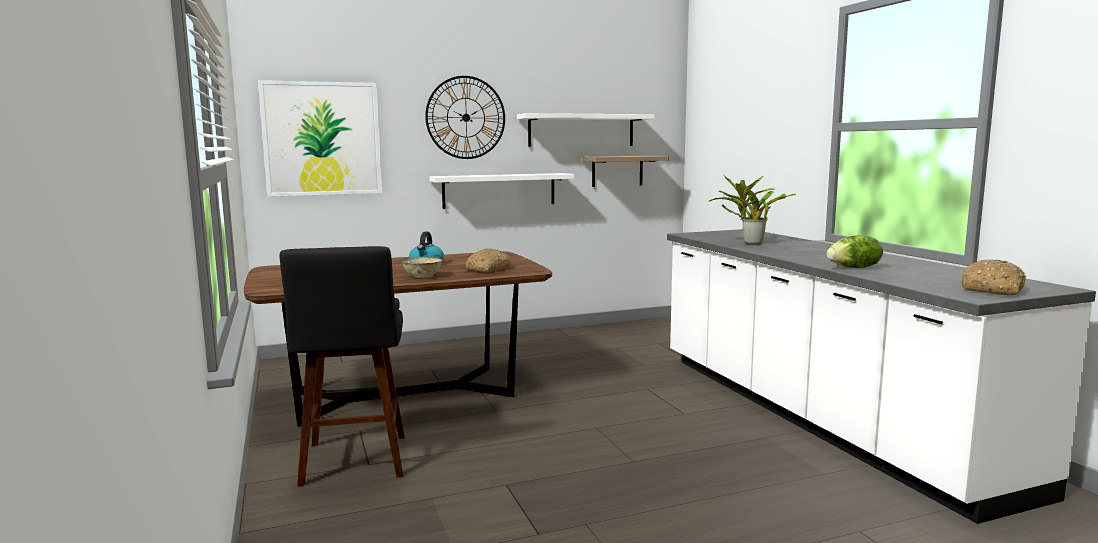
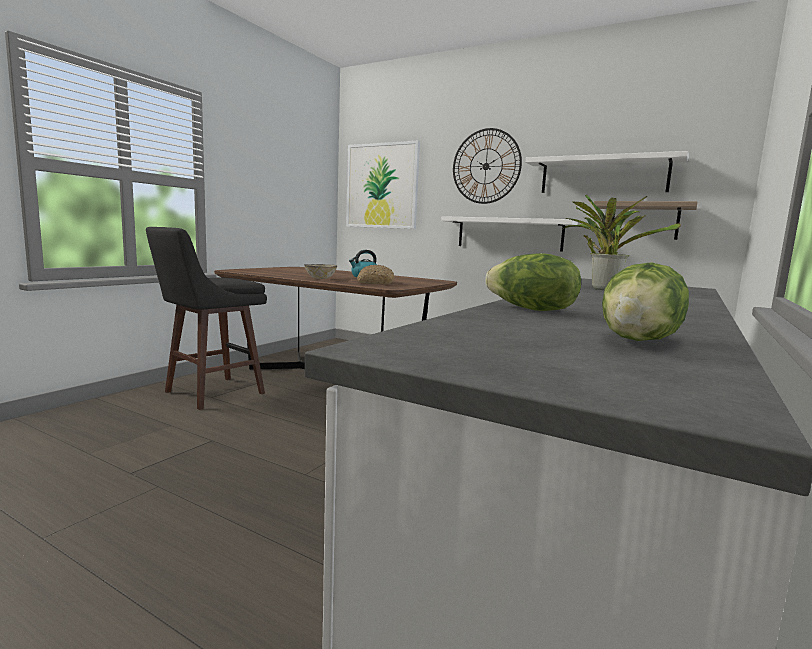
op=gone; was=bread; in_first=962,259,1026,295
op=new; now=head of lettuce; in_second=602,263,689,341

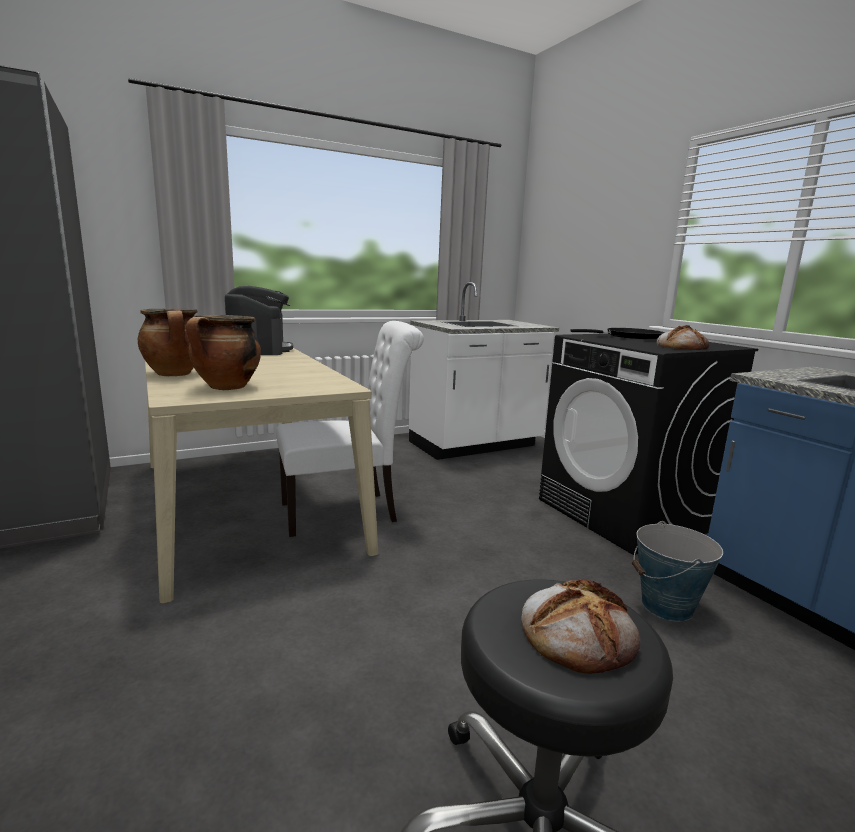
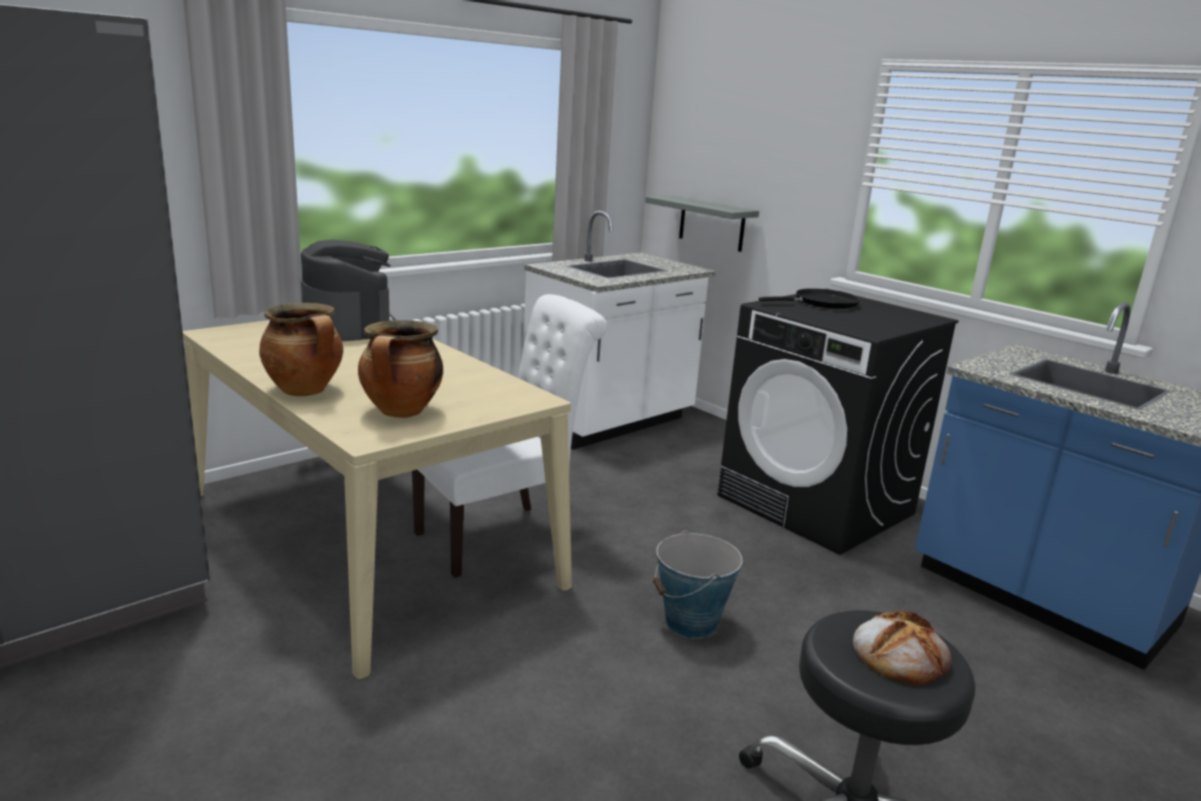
op=shifted; was=pail; in_first=632,521,723,622; in_second=653,530,742,639
op=gone; was=bread; in_first=656,325,709,350
op=new; now=bracket shelf in grey; in_second=645,196,759,252

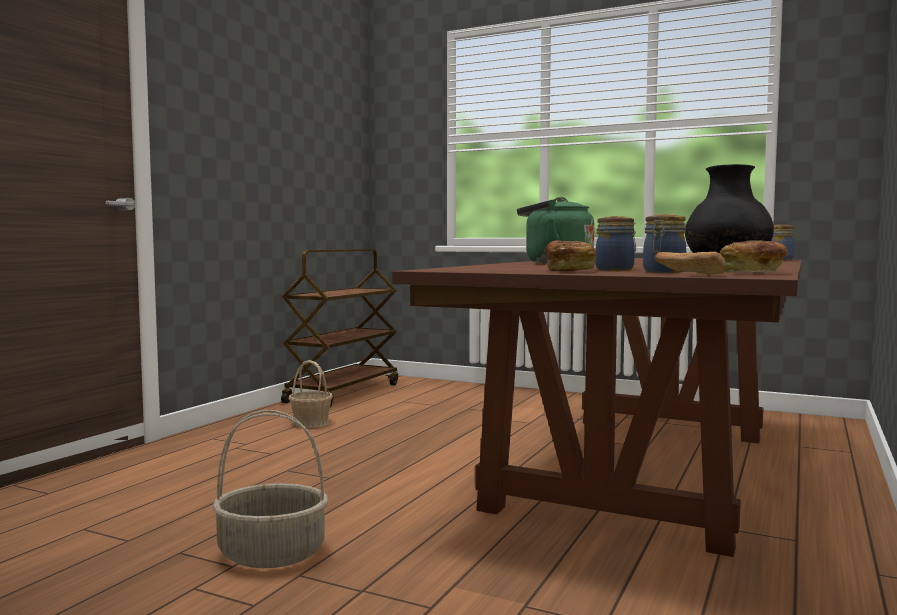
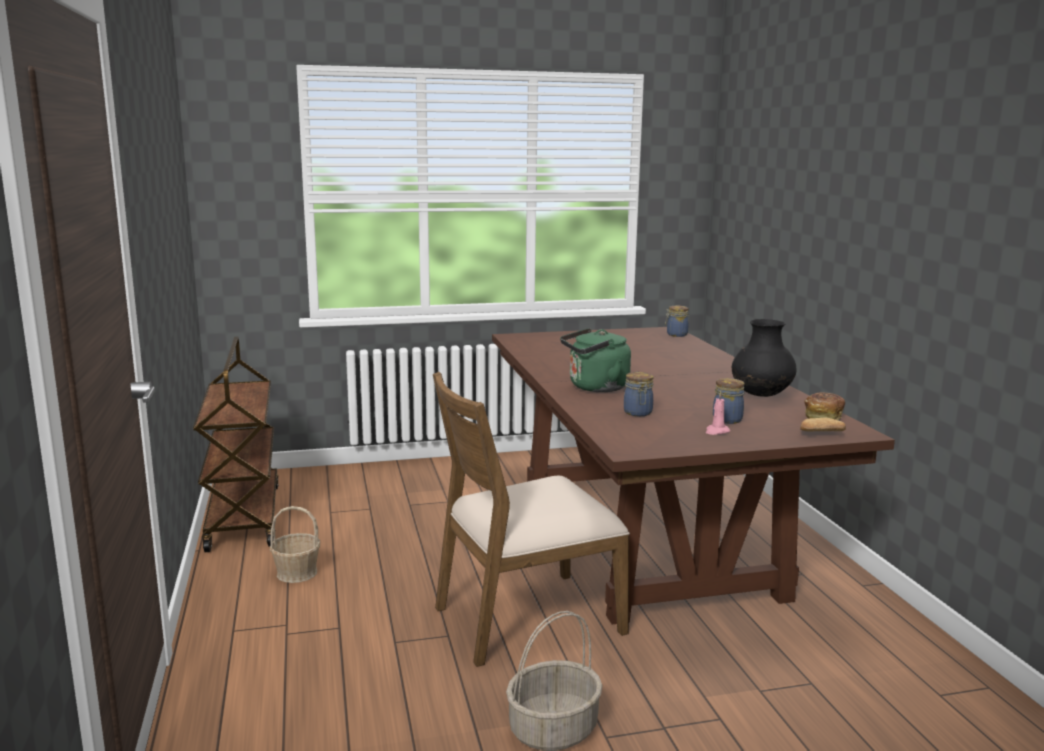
op=swapped; was=bread; now=wax candle in pink-coloured; in_first=545,240,596,271; in_second=706,391,730,435
op=shifted; was=storage jar; in_first=643,214,686,273; in_second=624,372,654,416
op=new; now=upright chair in brownish; in_second=433,372,630,667

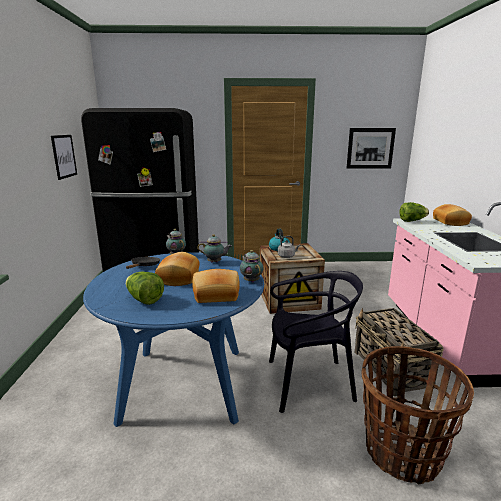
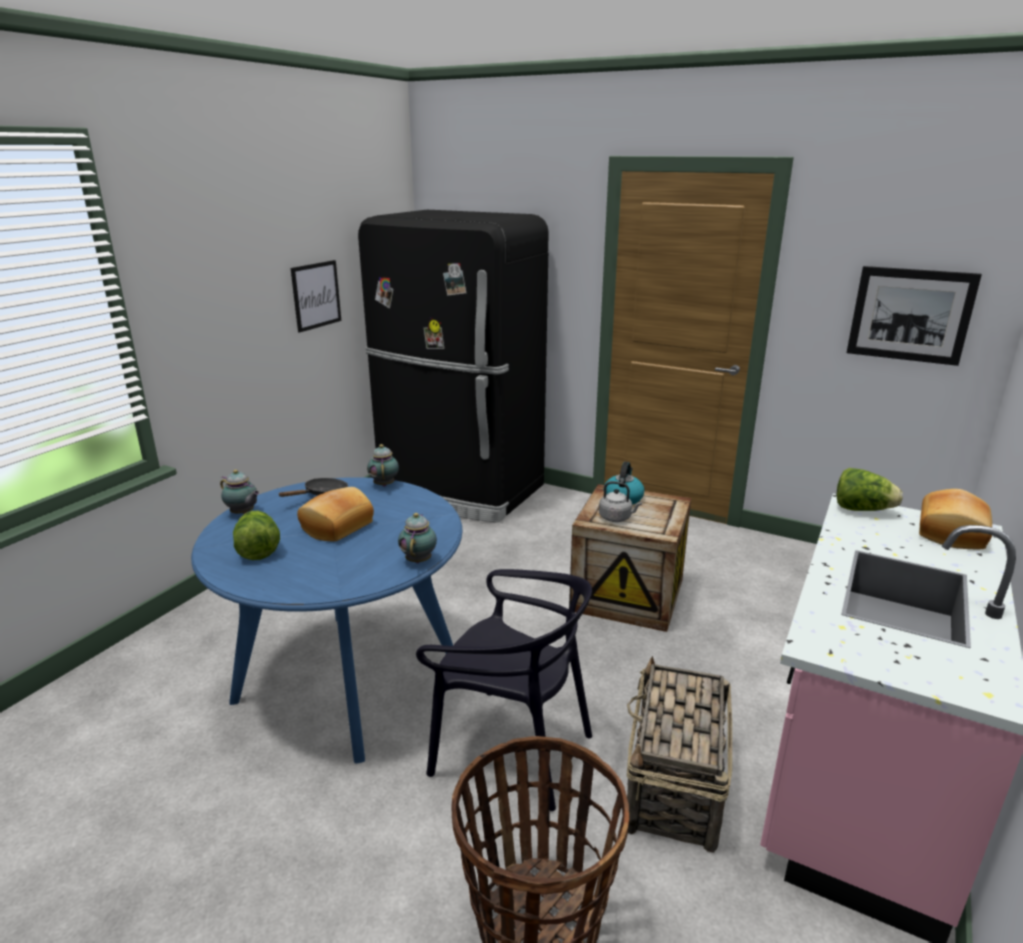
op=gone; was=bread; in_first=192,269,240,303
op=shifted; was=pot for tea; in_first=197,234,232,263; in_second=220,470,260,514

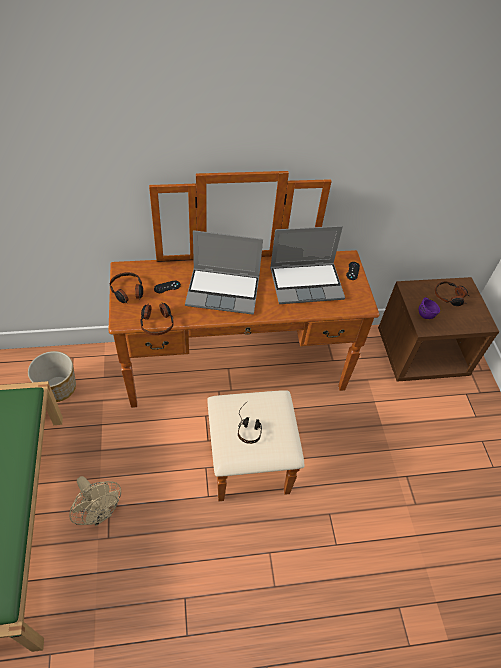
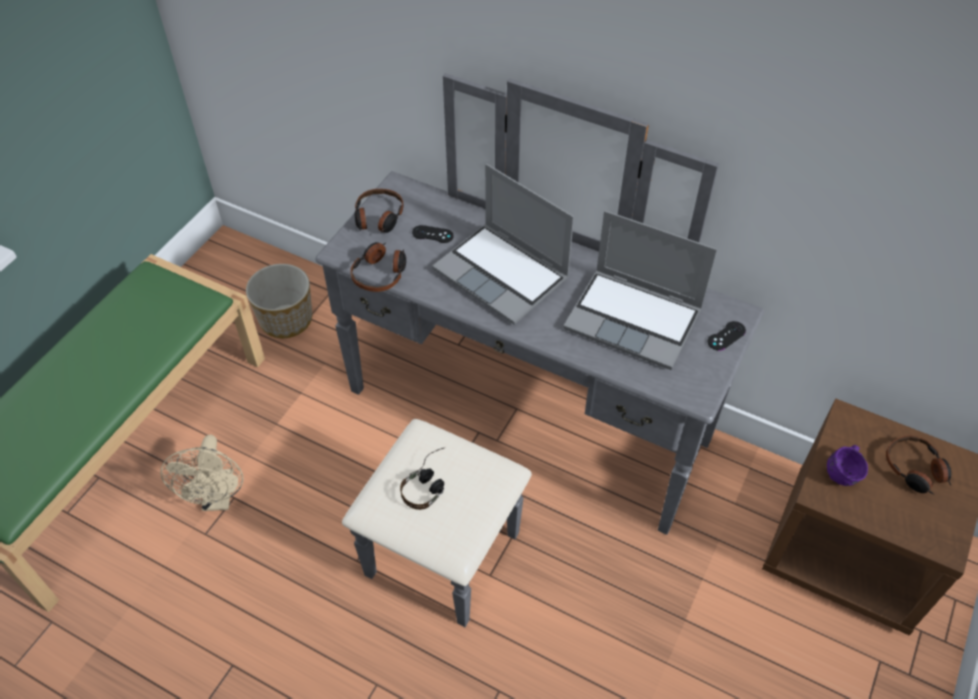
op=repainted; was=dresser in brownish; now=dresser in grey; in_first=108,171,379,501; in_second=316,73,764,627

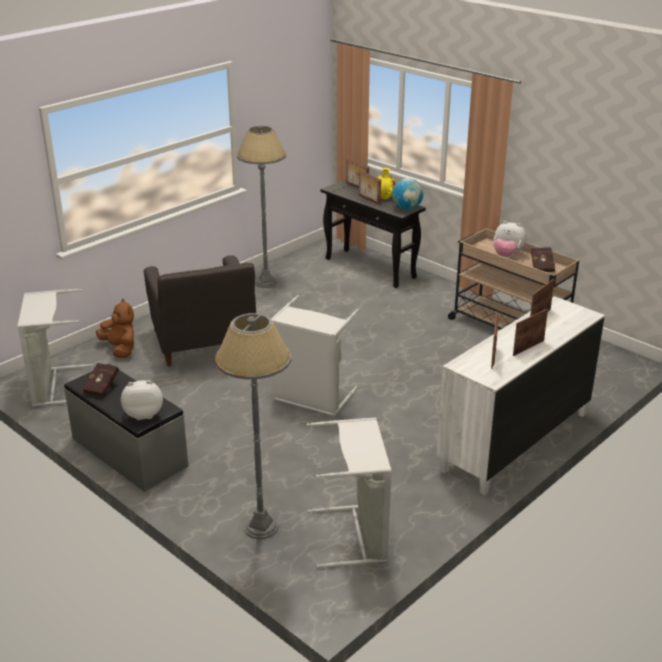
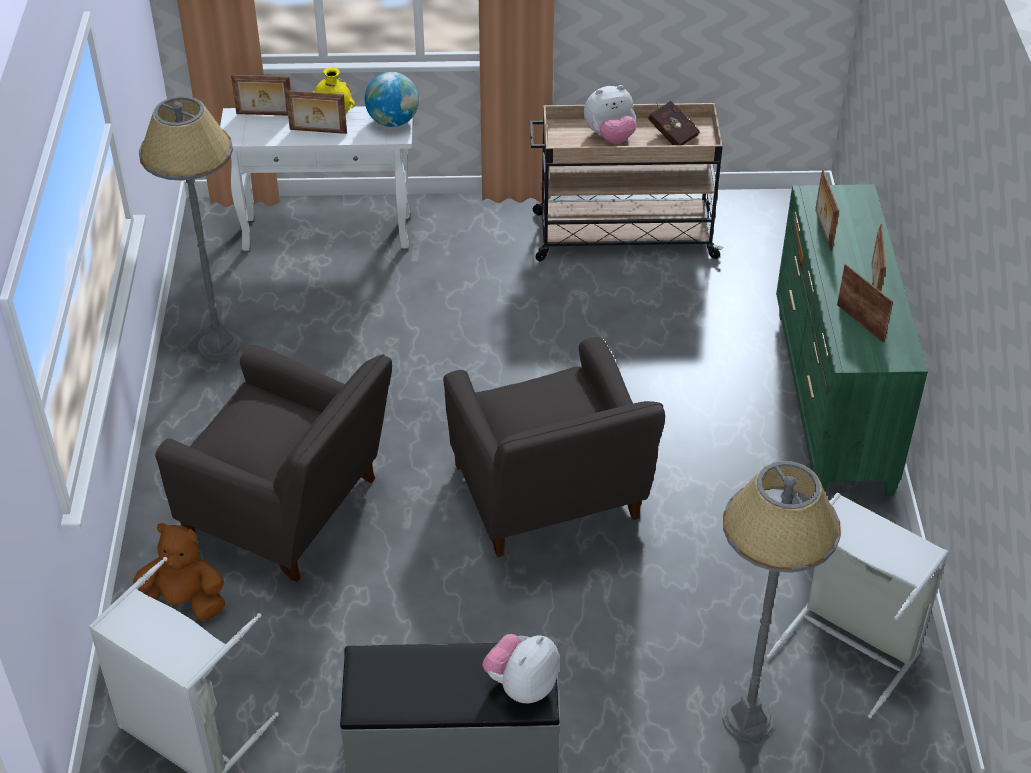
op=gone; was=bound book in reddish; in_first=82,363,119,397
op=swapped; was=washing basket in grey; now=easy chair in grey; in_first=271,295,359,417; in_second=443,337,665,557
op=repainted; was=console table in blackish; now=console table in white-coloured; in_first=320,180,426,288; in_second=220,106,413,251
op=repainted; was=dresser in white-coloured; now=dresser in greenish; in_first=437,296,605,495; in_second=776,184,928,496

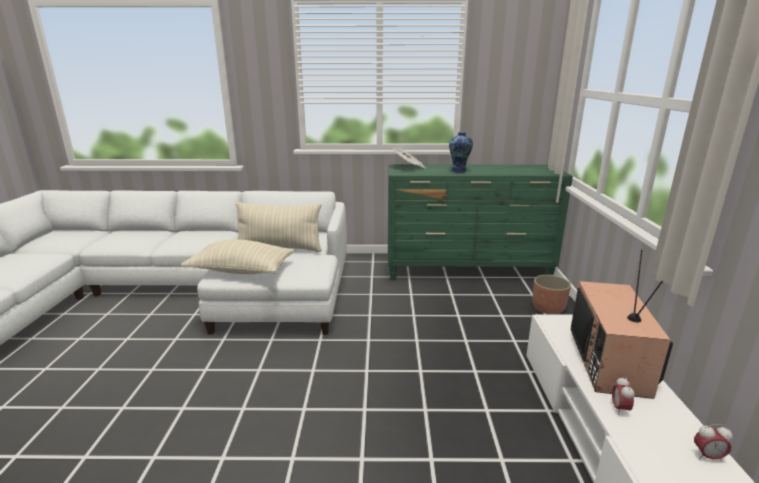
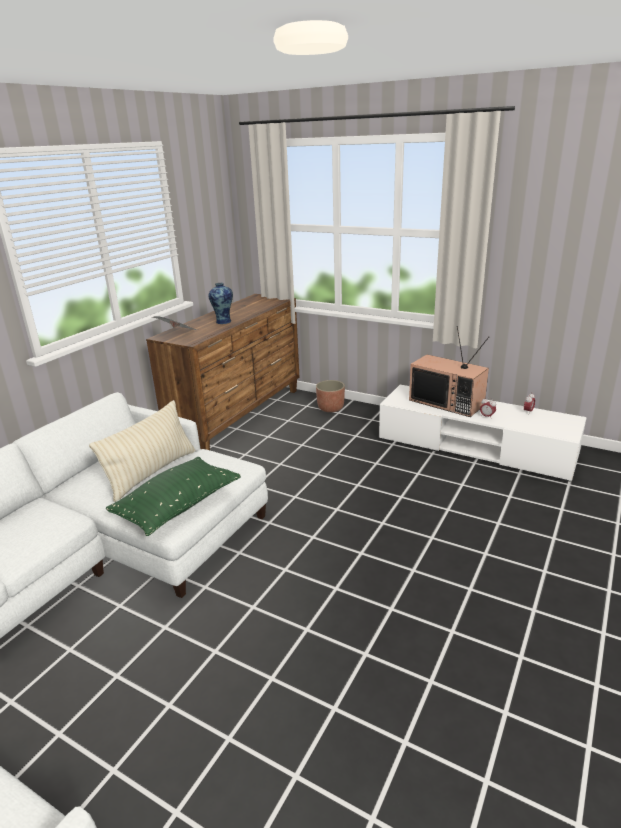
op=repainted; was=pillow in beige; now=pillow in greenish; in_first=181,239,294,274; in_second=106,457,241,536
op=repainted; was=dresser in greenish; now=dresser in brownish; in_first=388,164,573,280; in_second=146,294,299,450

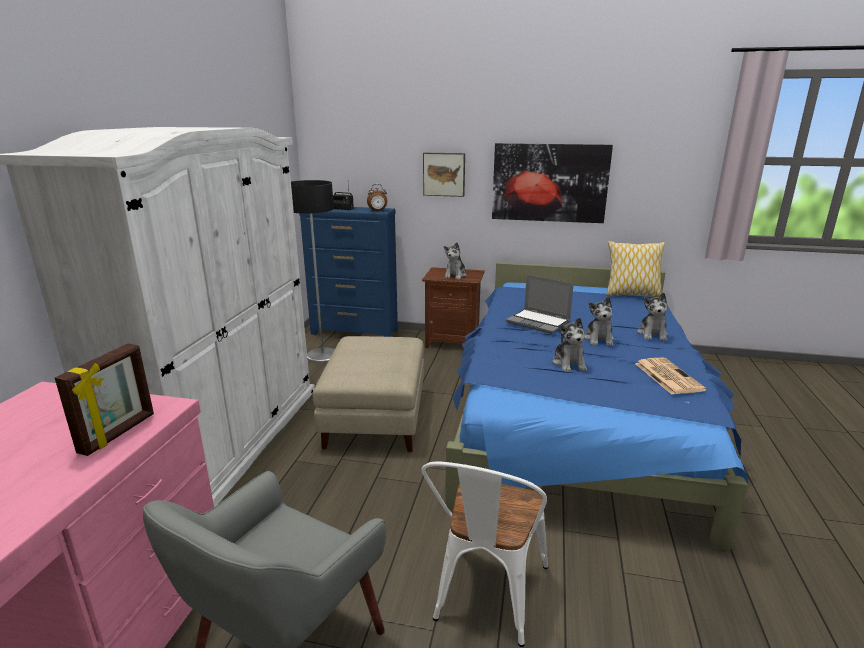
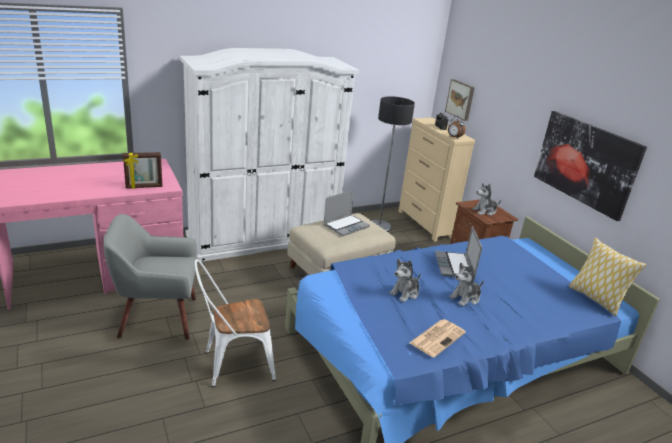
op=repainted; was=dresser in blue-coloured; now=dresser in beige; in_first=299,207,398,337; in_second=399,117,475,242
op=shifted; was=wall art; in_first=423,153,465,197; in_second=445,79,475,121
op=gone; was=plush toy; in_first=637,292,668,341
op=new; now=portable computer; in_second=323,190,370,236

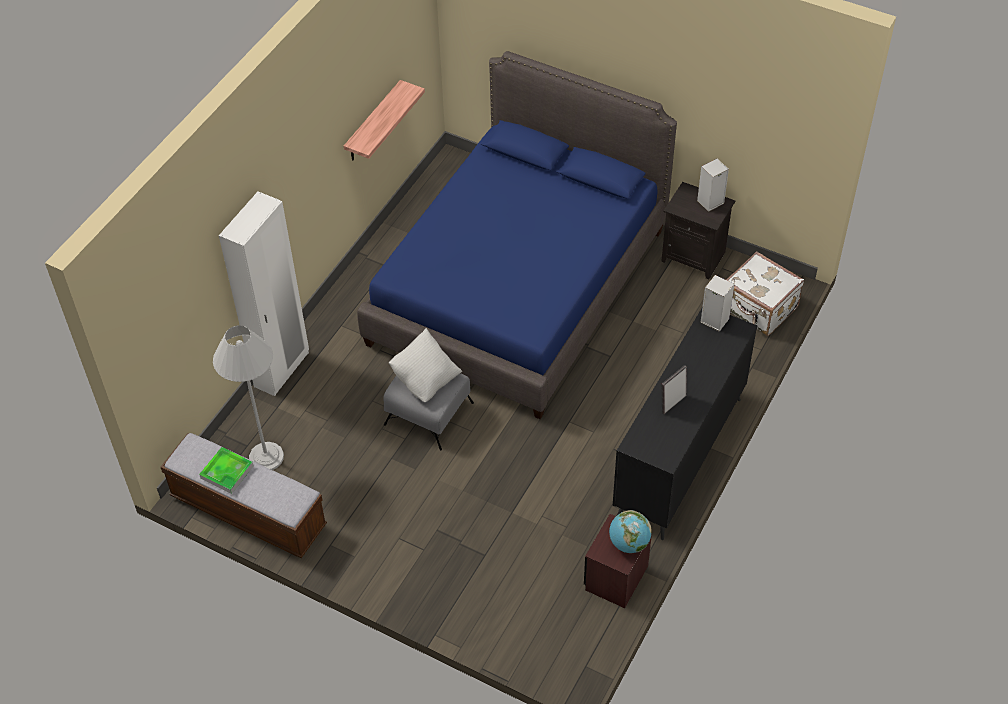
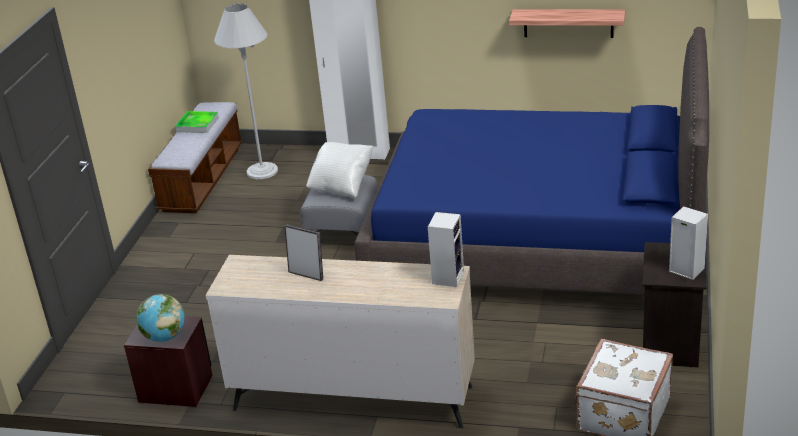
op=repainted; was=dresser in blackish; now=dresser in beige; in_first=613,309,757,540; in_second=206,255,475,428

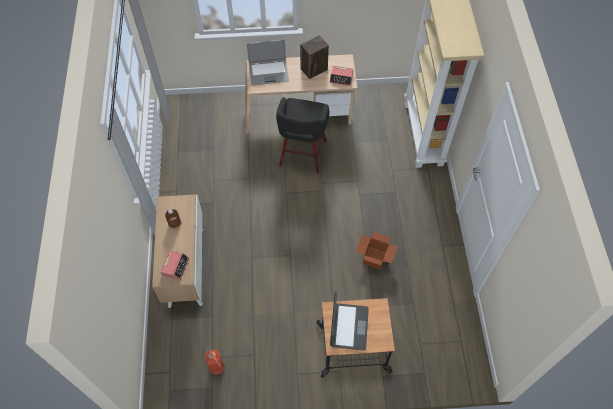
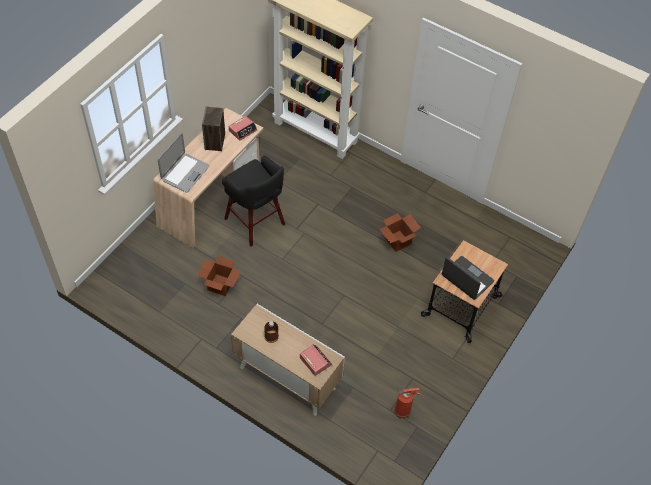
op=new; now=packing box; in_second=198,256,241,296

